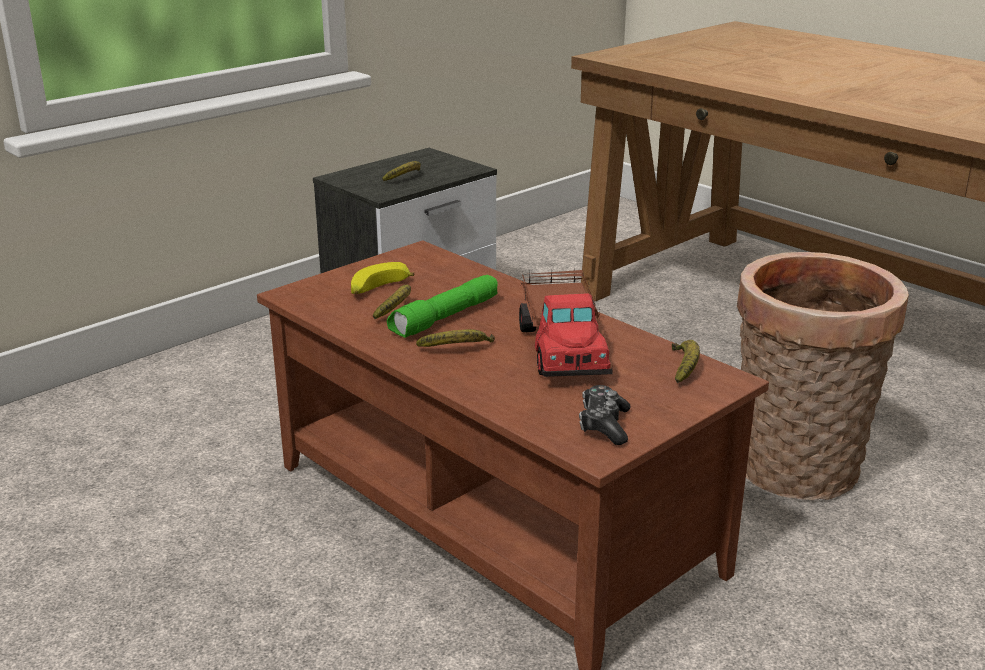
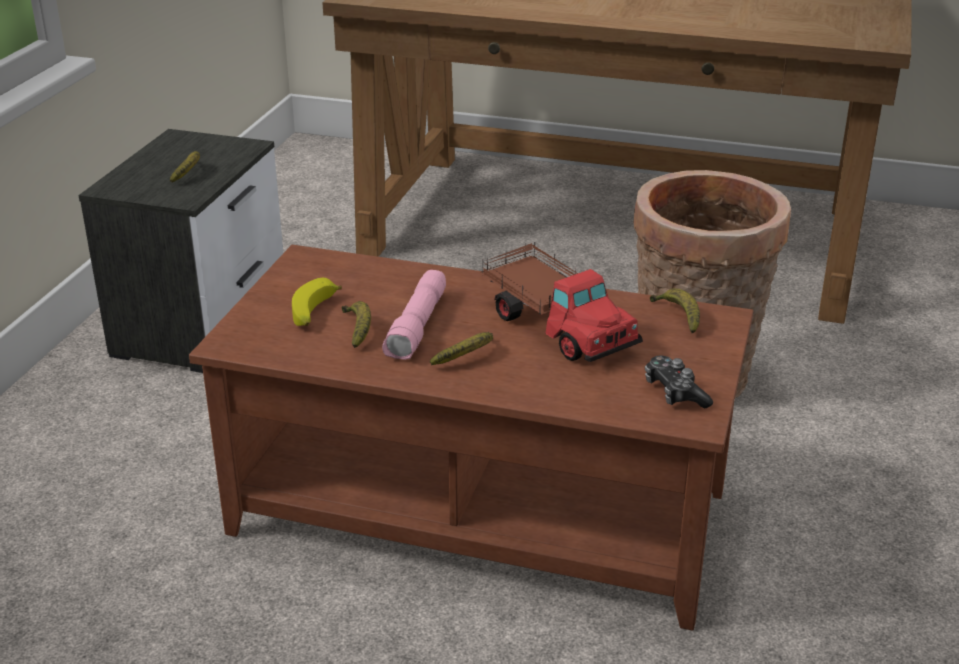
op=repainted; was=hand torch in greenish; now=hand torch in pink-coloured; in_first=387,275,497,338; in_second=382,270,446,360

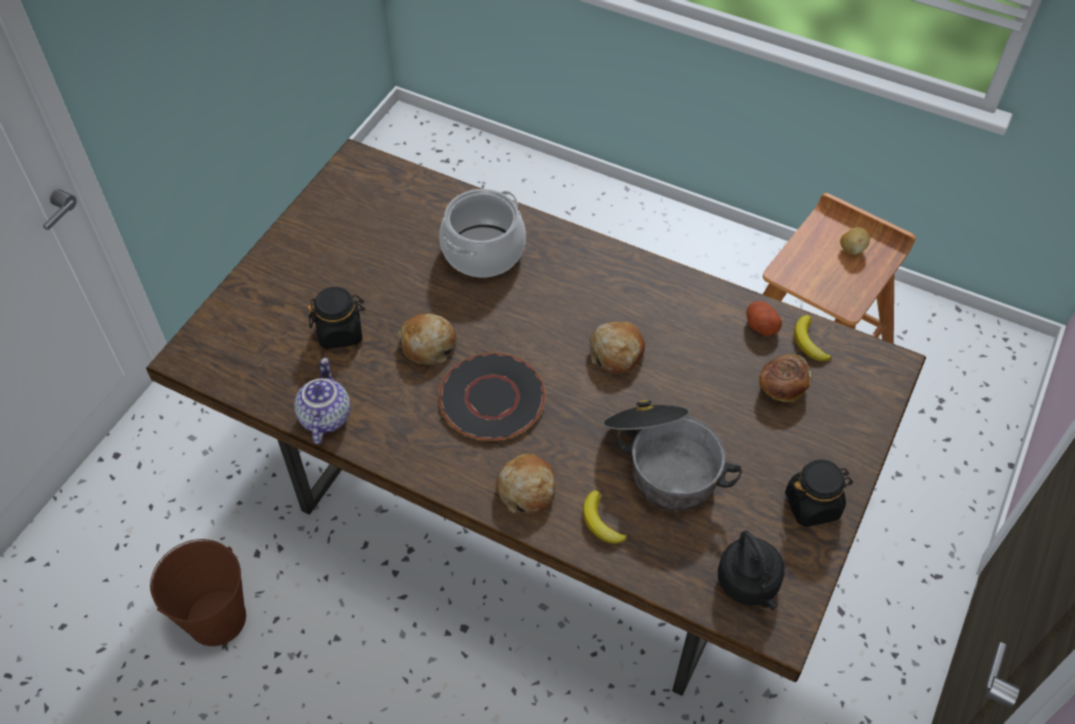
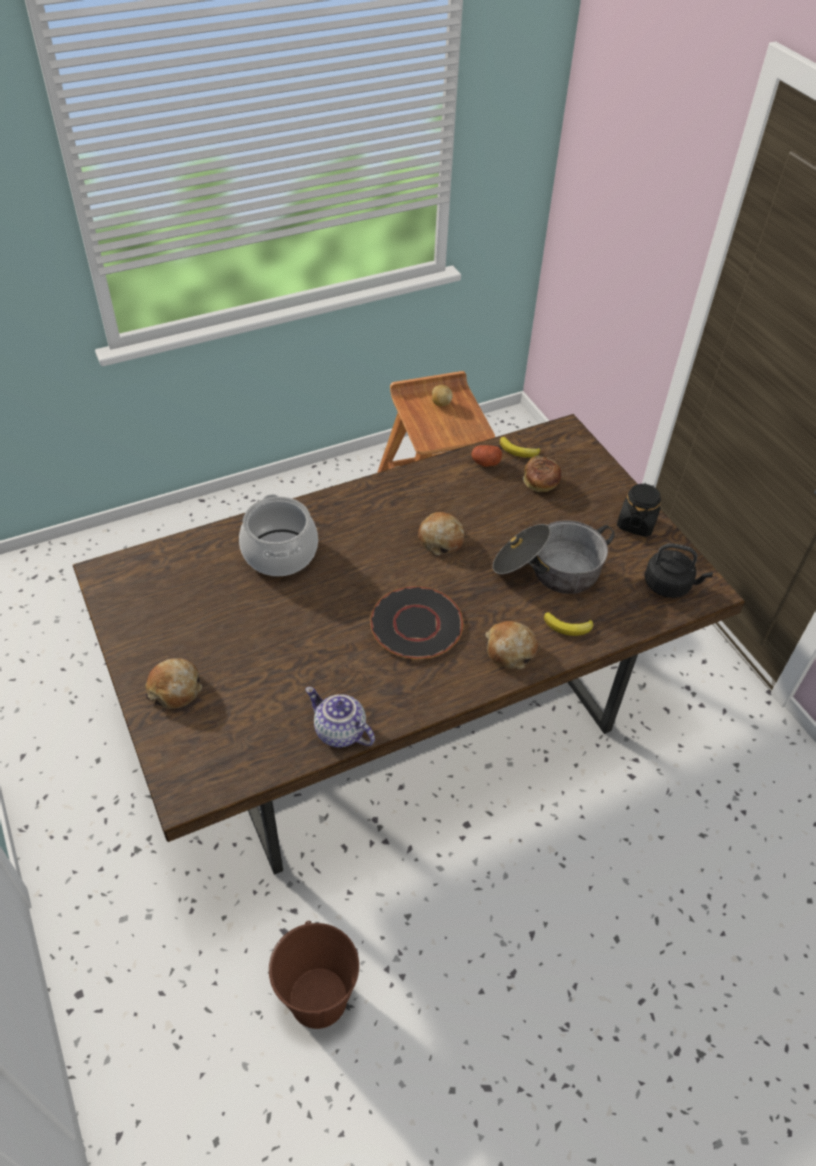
op=gone; was=storage jar in blackish; in_first=308,287,365,349
op=shifted; was=bread; in_first=398,314,457,365; in_second=145,658,202,708

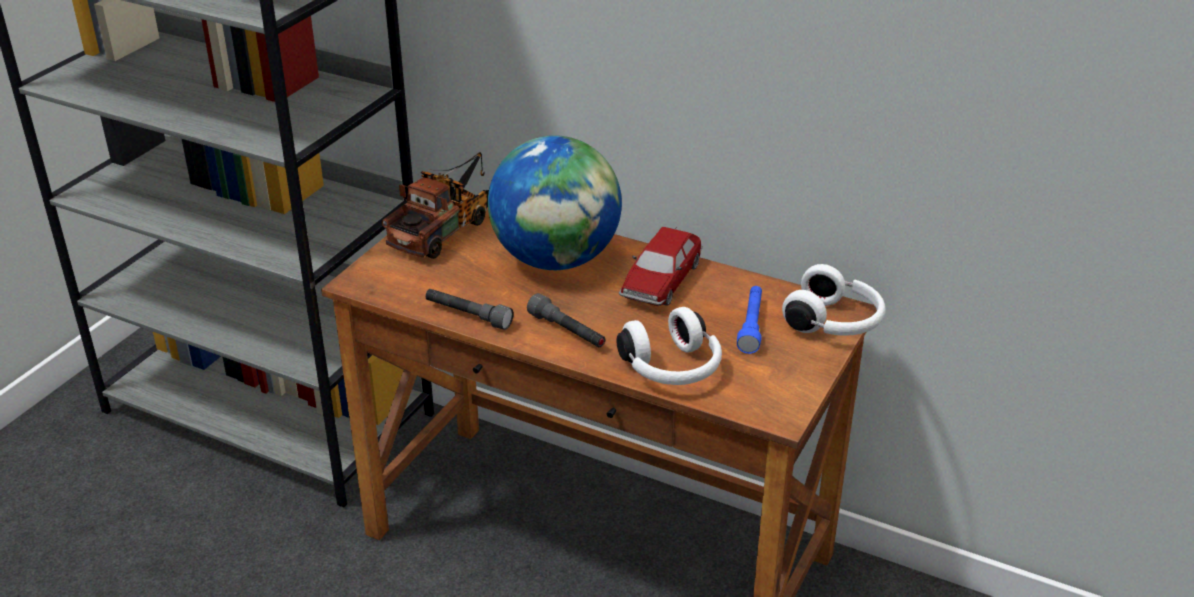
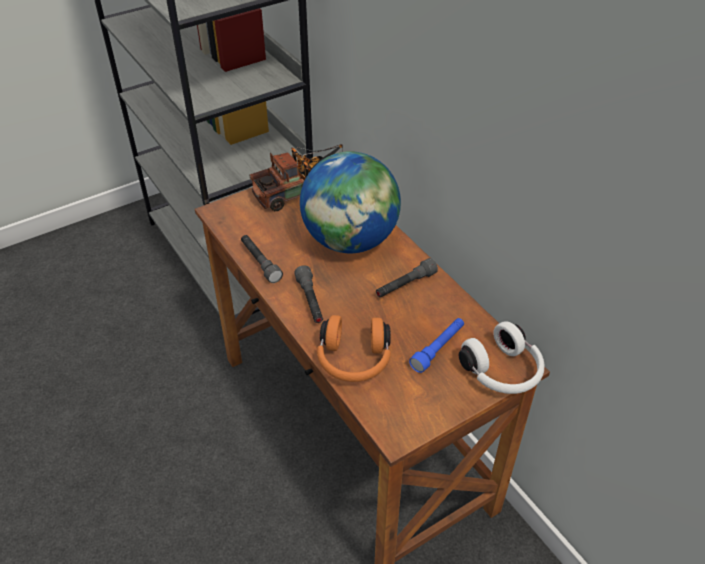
op=repainted; was=headphones in white-coloured; now=headphones in orange-coloured; in_first=617,307,722,385; in_second=317,315,391,382
op=swapped; was=toy car; now=hand torch in grey; in_first=619,224,703,306; in_second=376,258,438,298

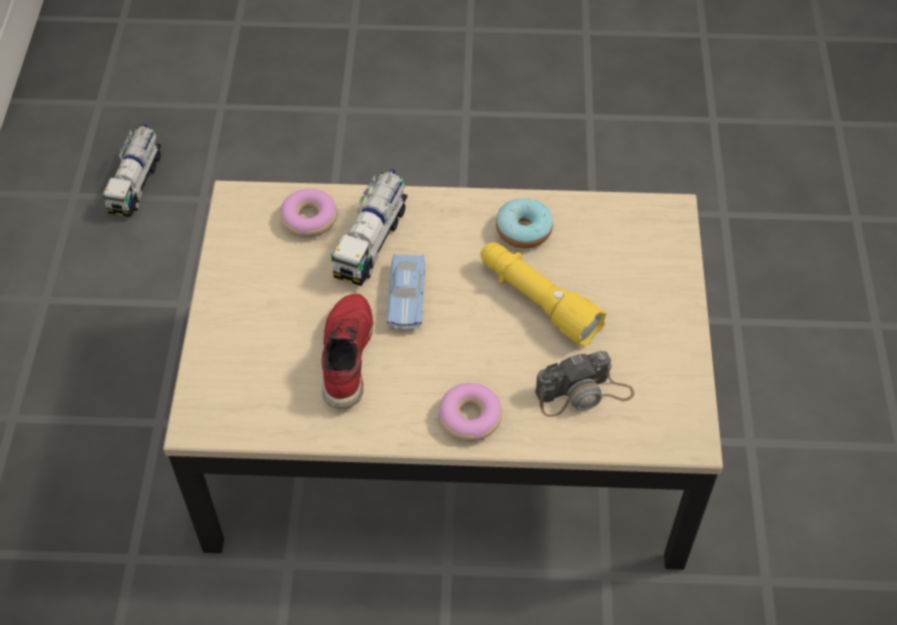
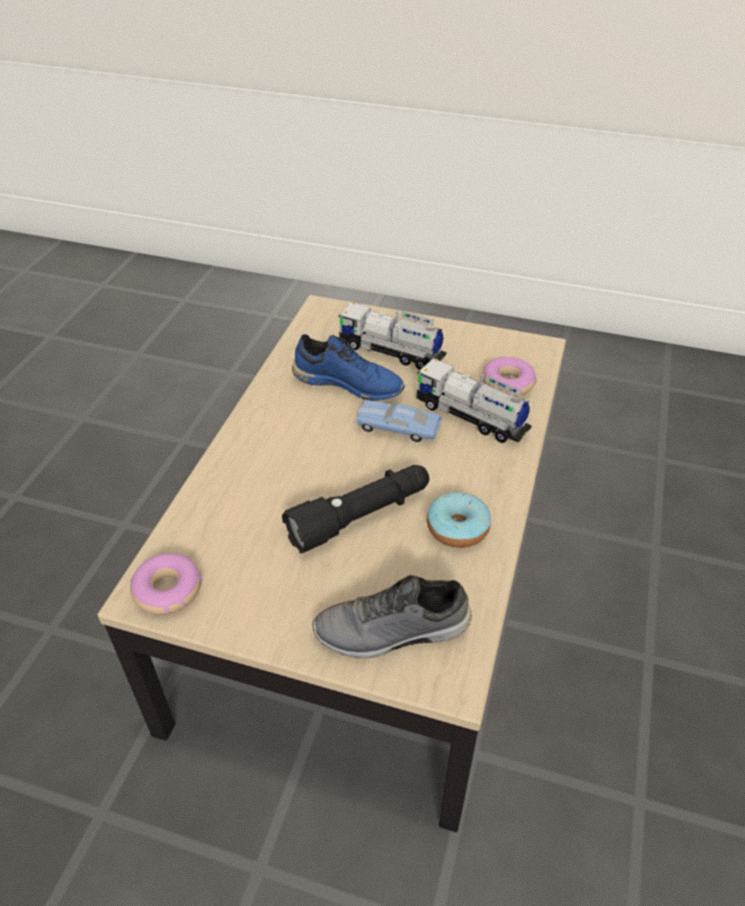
op=shifted; was=model truck; in_first=102,124,161,217; in_second=338,302,446,370
op=repainted; was=low shoe in reddish; now=low shoe in blue-coloured; in_first=322,293,374,409; in_second=292,334,405,401
op=shifted; was=ring doughnut; in_first=438,383,502,441; in_second=130,553,202,615
op=repainted; was=hand torch in yellowish; now=hand torch in blackish; in_first=480,242,607,347; in_second=282,465,429,553
op=gone; was=still camera; in_first=535,351,635,417
op=new; now=low shoe in grey; in_second=312,575,472,658

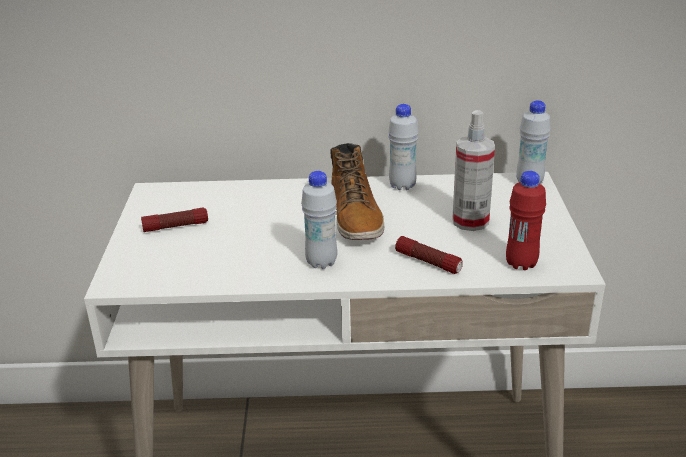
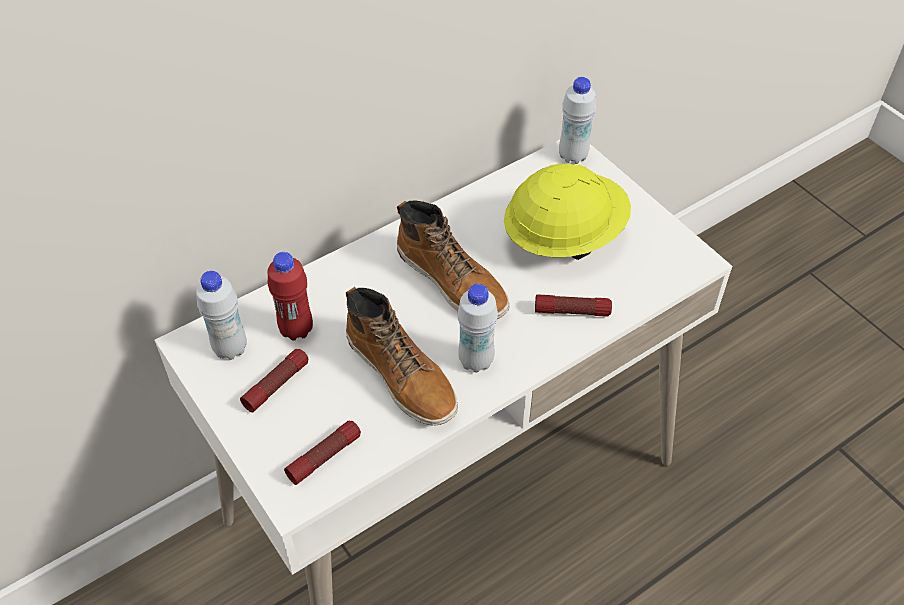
op=shifted; was=bottle in white-coloured; in_first=388,104,419,190; in_second=196,271,247,360
op=swapped; was=sprayer; now=hard hat in yellowish; in_first=452,110,495,231; in_second=504,164,631,260
op=shifted; was=bottle in reddish; in_first=506,171,546,270; in_second=267,252,313,341
op=new; now=hand torch; in_second=284,421,361,485
op=new; now=high-top boot; in_second=346,286,458,426

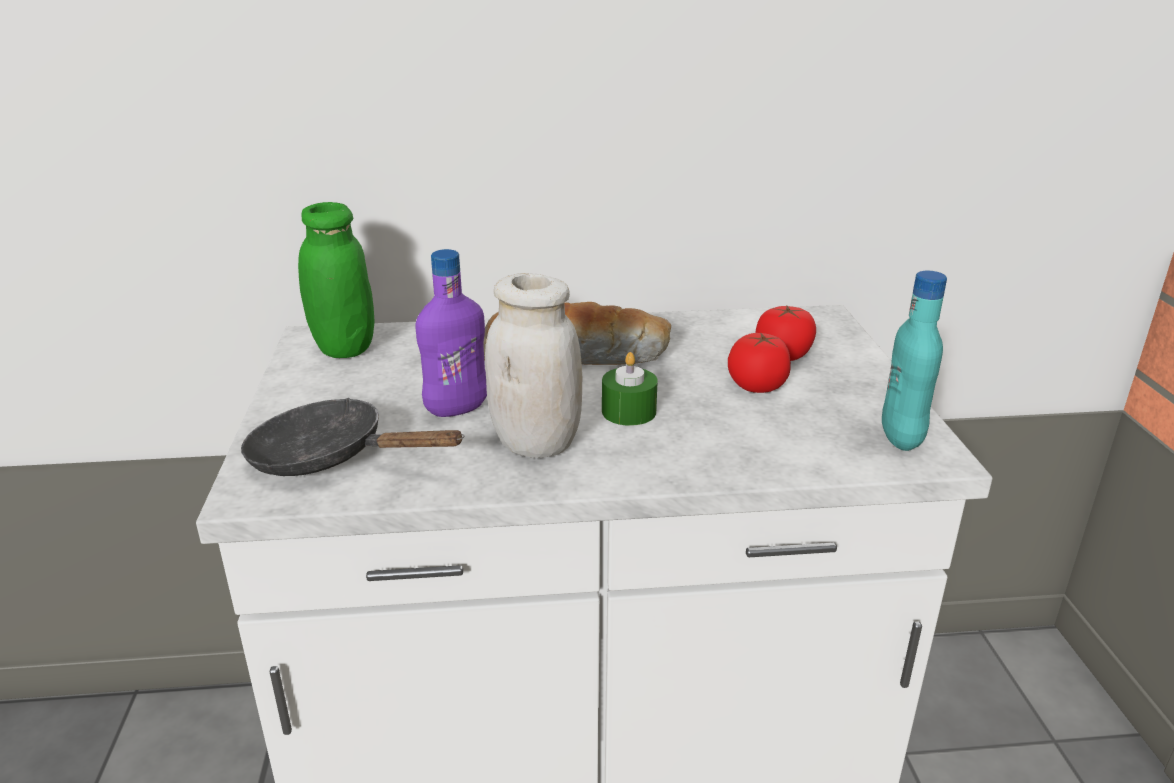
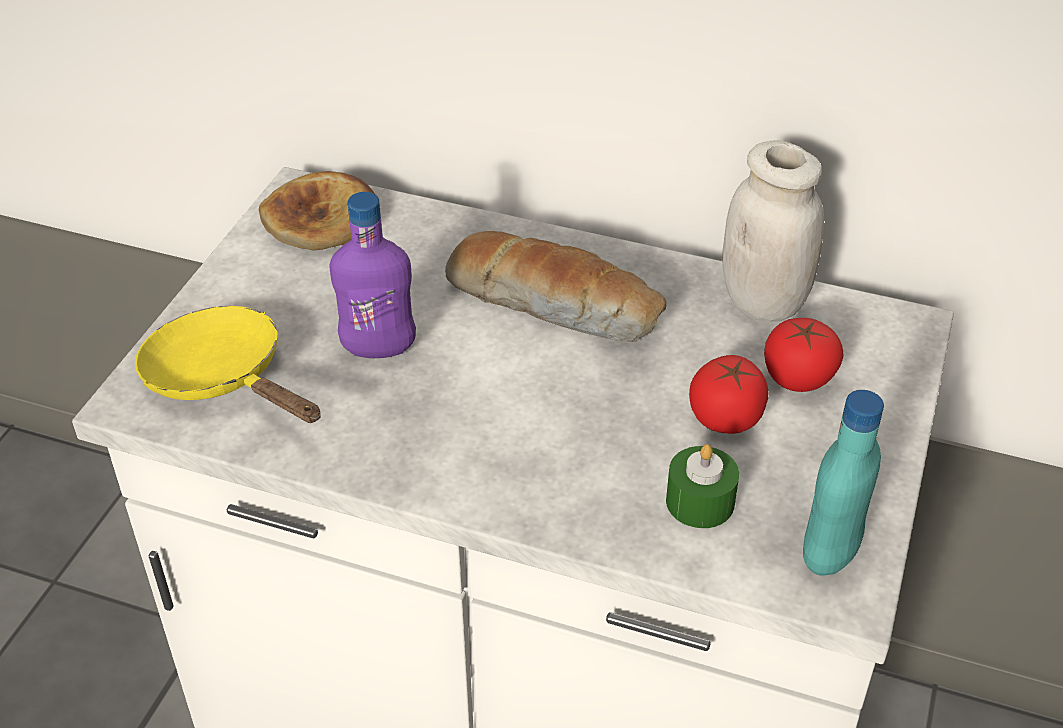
op=repainted; was=pan in blackish; now=pan in yellowish; in_first=241,398,464,476; in_second=135,306,321,423
op=swapped; was=storage jar in greenish; now=bread; in_first=298,202,375,358; in_second=259,171,375,251
op=shifted; was=storage jar in white-coloured; in_first=485,273,582,458; in_second=722,140,824,322
op=shifted; was=wax candle in greenish; in_first=602,352,658,426; in_second=666,444,739,528

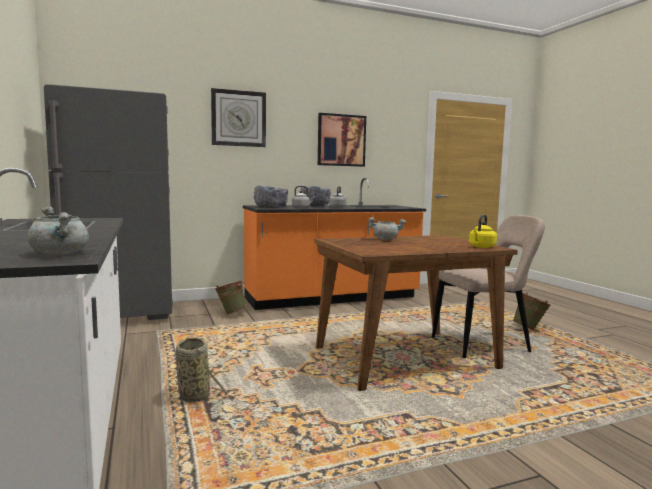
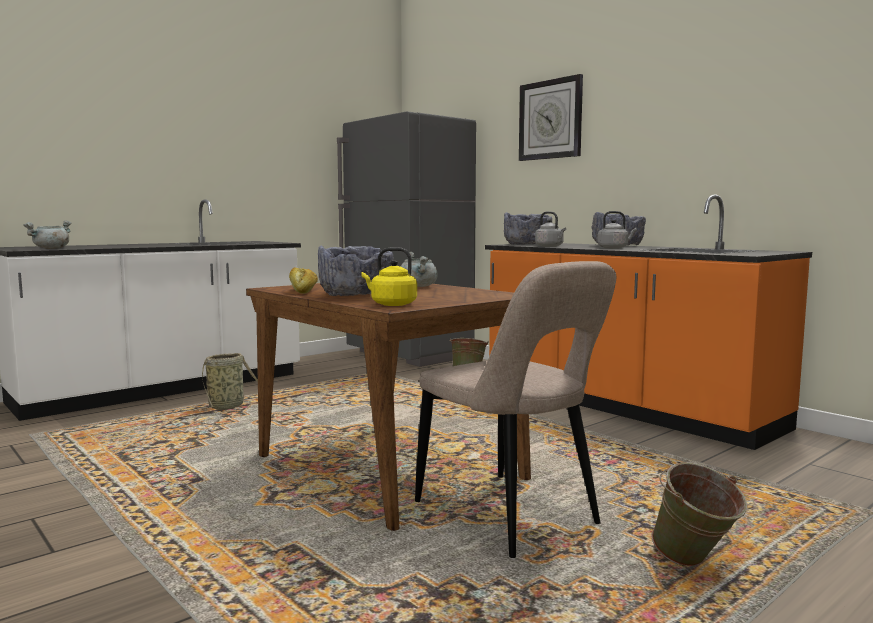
op=gone; was=wall art; in_first=318,113,366,167
op=new; now=bread; in_second=289,267,318,294
op=new; now=deep dish in grey; in_second=318,245,394,296

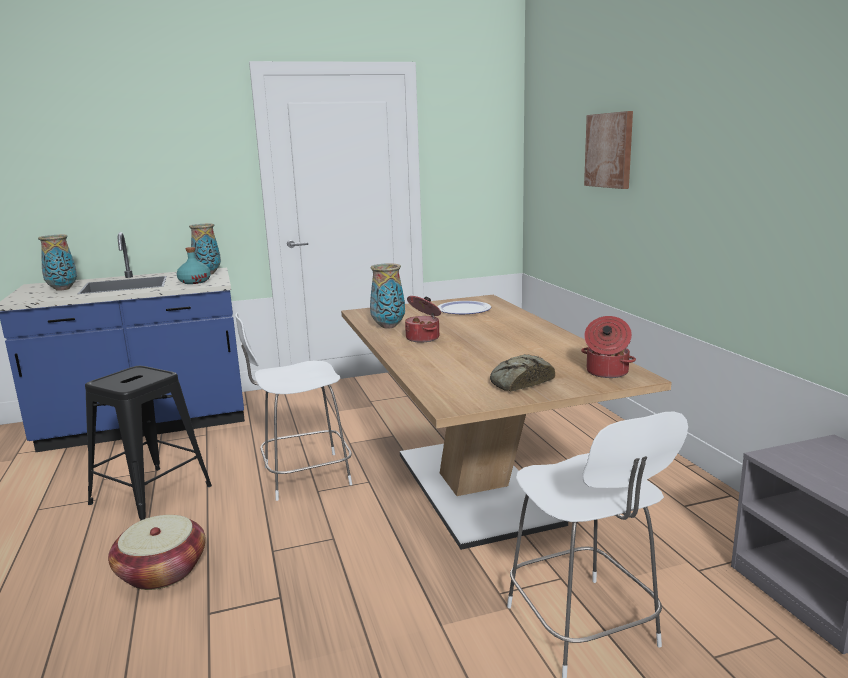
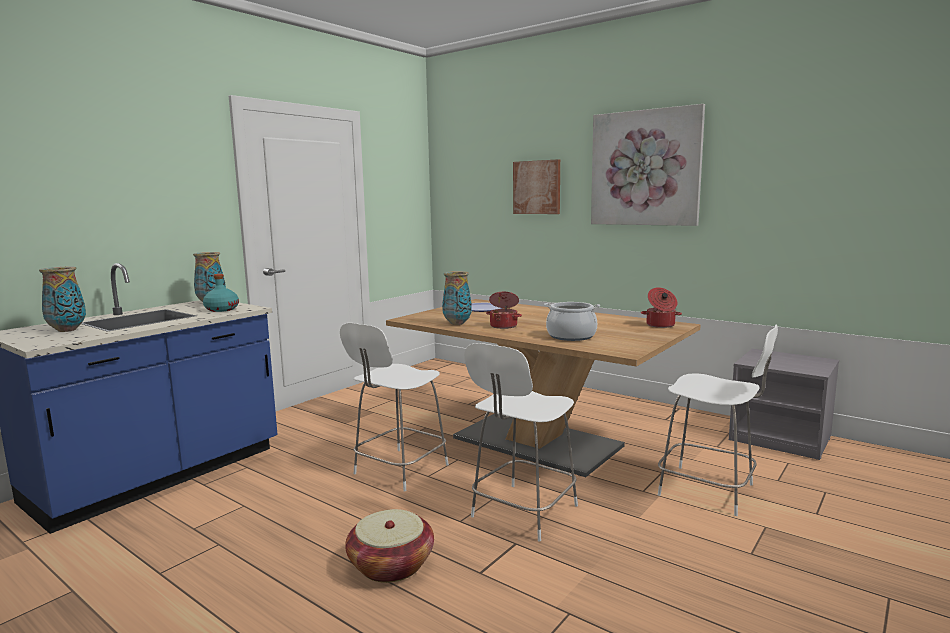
op=gone; was=stool in blackish; in_first=85,366,212,521
op=gone; was=bread; in_first=490,354,555,392
op=new; now=upright chair in white-coloured; in_second=464,343,578,542
op=new; now=stockpot; in_second=544,302,600,341
op=new; now=wall art; in_second=591,104,705,226

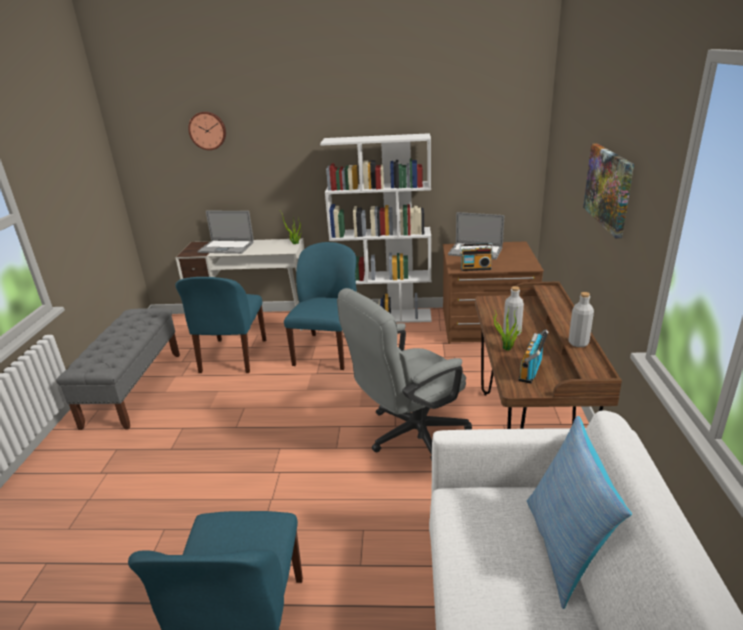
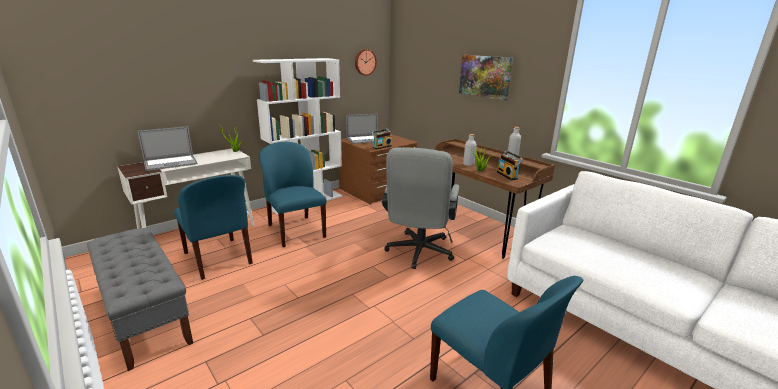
op=shifted; was=clock on the wall; in_first=188,111,226,150; in_second=355,49,377,76
op=gone; was=pillow; in_first=527,416,632,609

